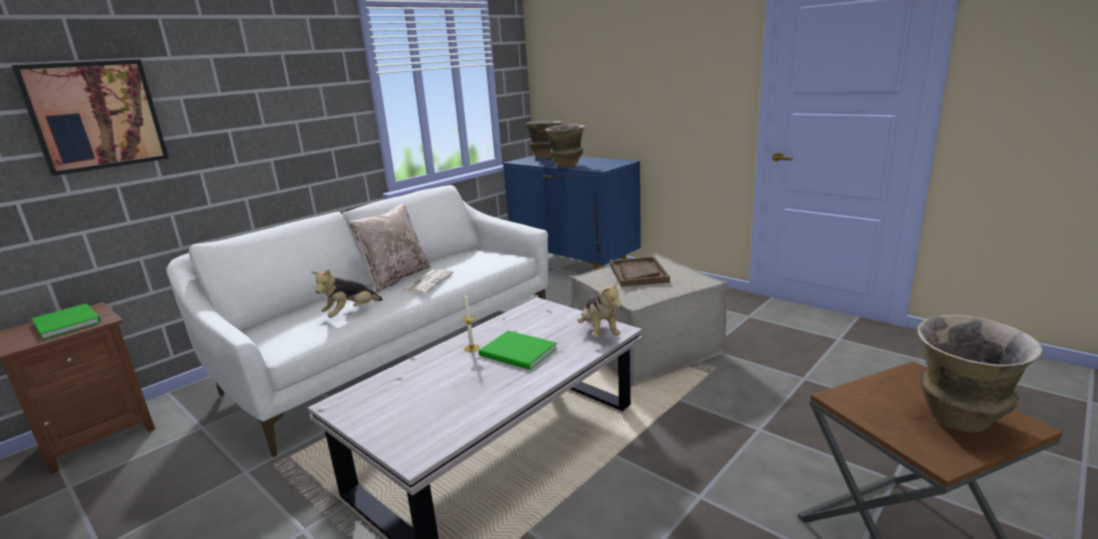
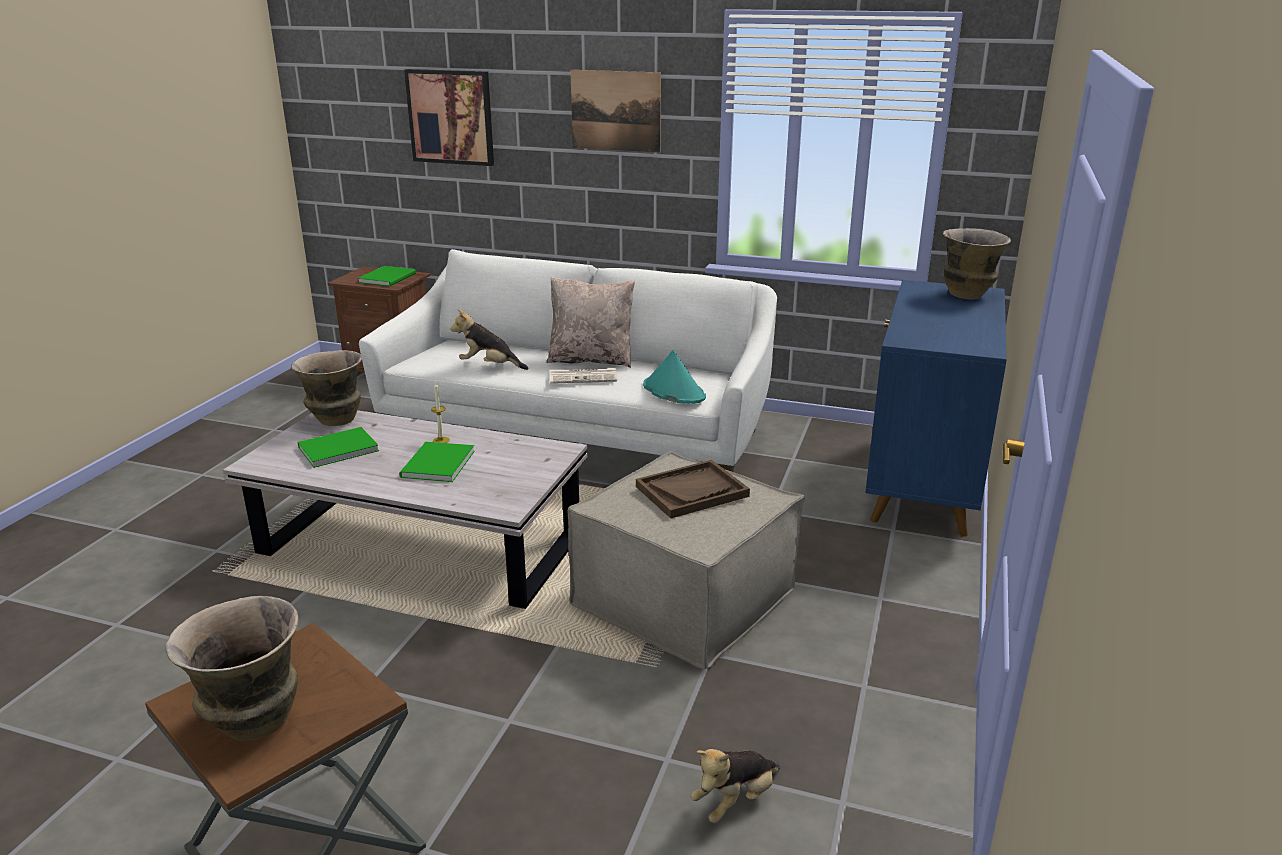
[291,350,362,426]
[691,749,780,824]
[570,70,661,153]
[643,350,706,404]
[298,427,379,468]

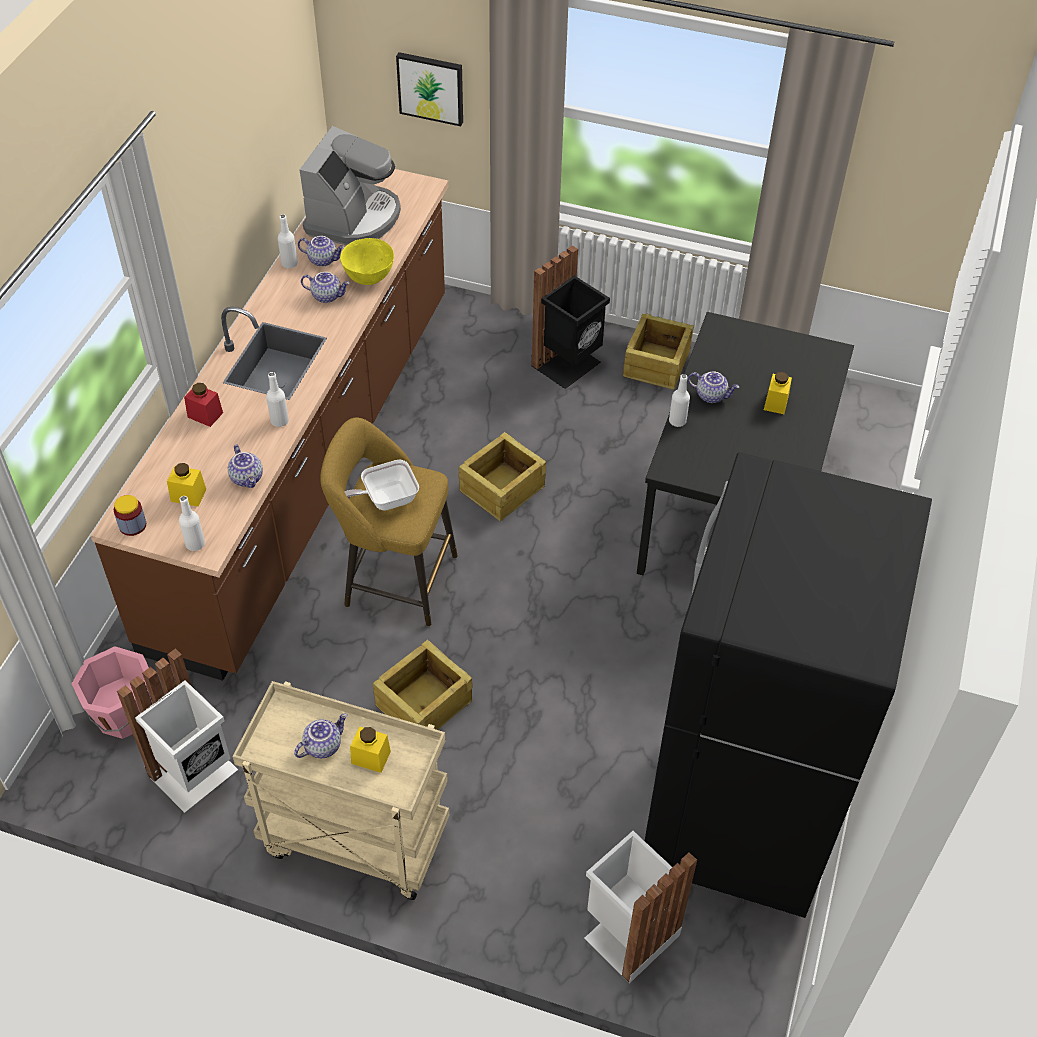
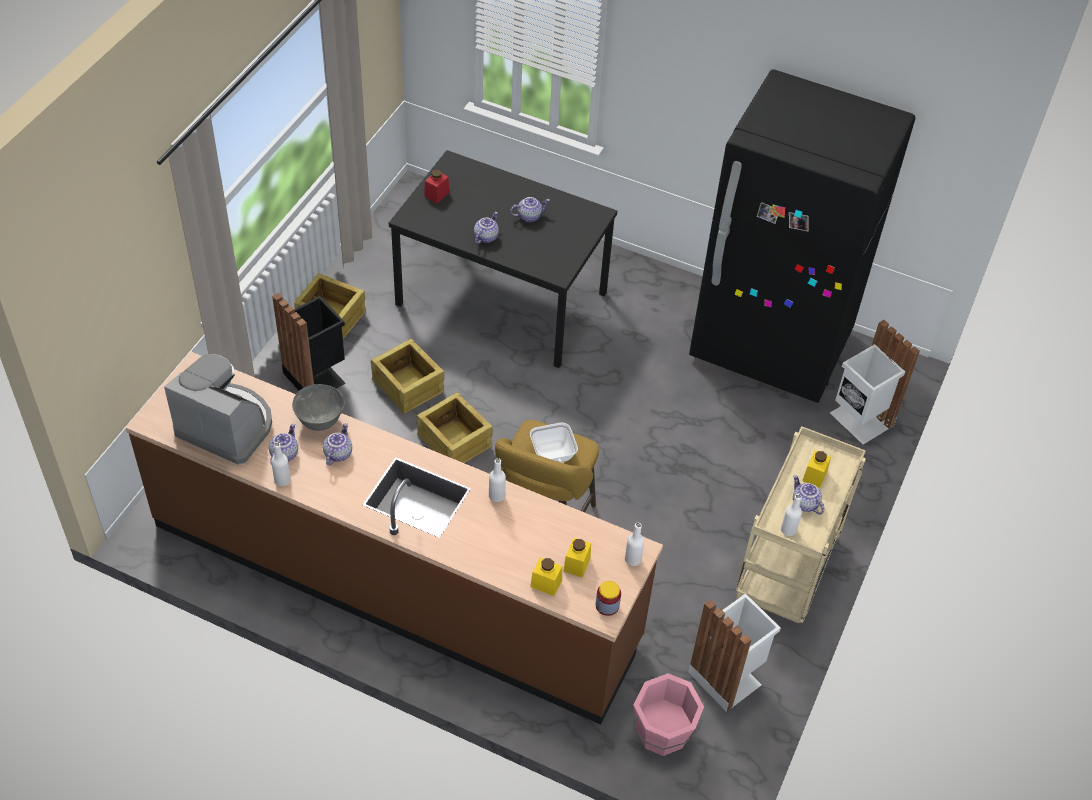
[396,52,463,126] (first image)
[292,384,345,431]
[530,558,562,596]
[781,494,802,536]
[424,170,450,203]
[510,197,550,222]
[371,338,444,414]

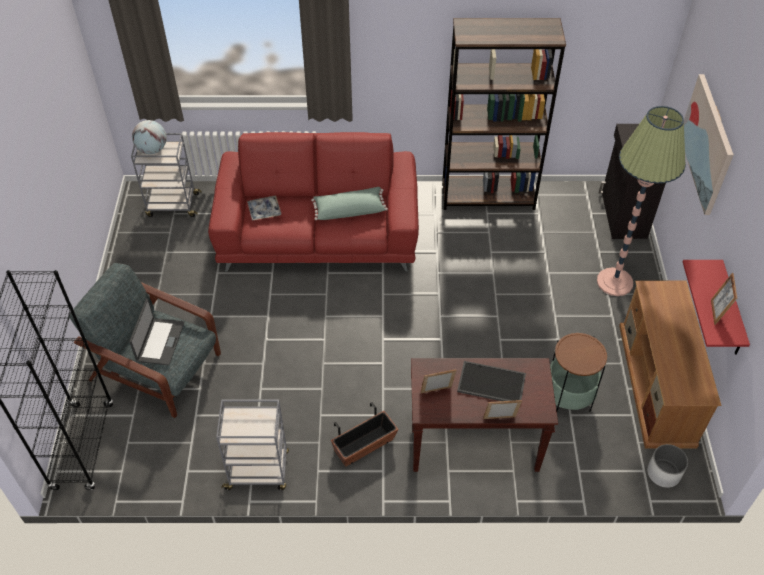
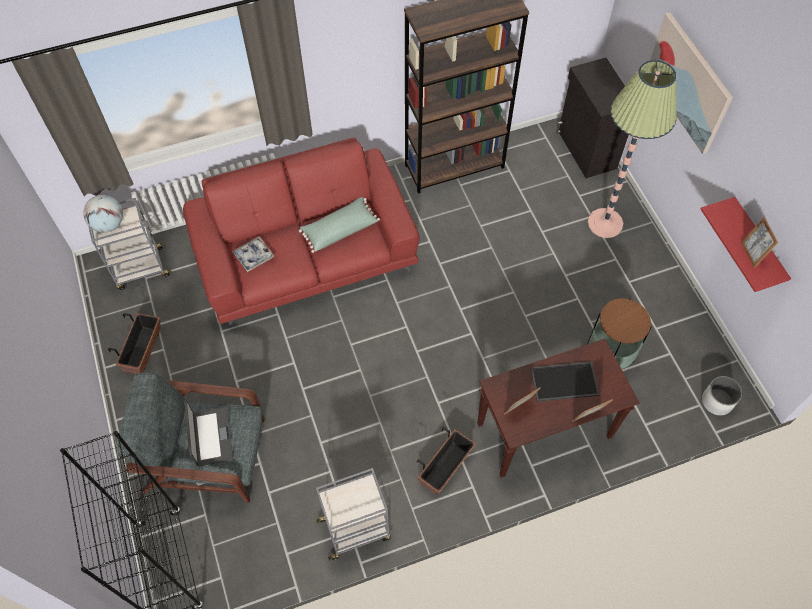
[619,281,722,449] (first image)
[108,313,160,374]

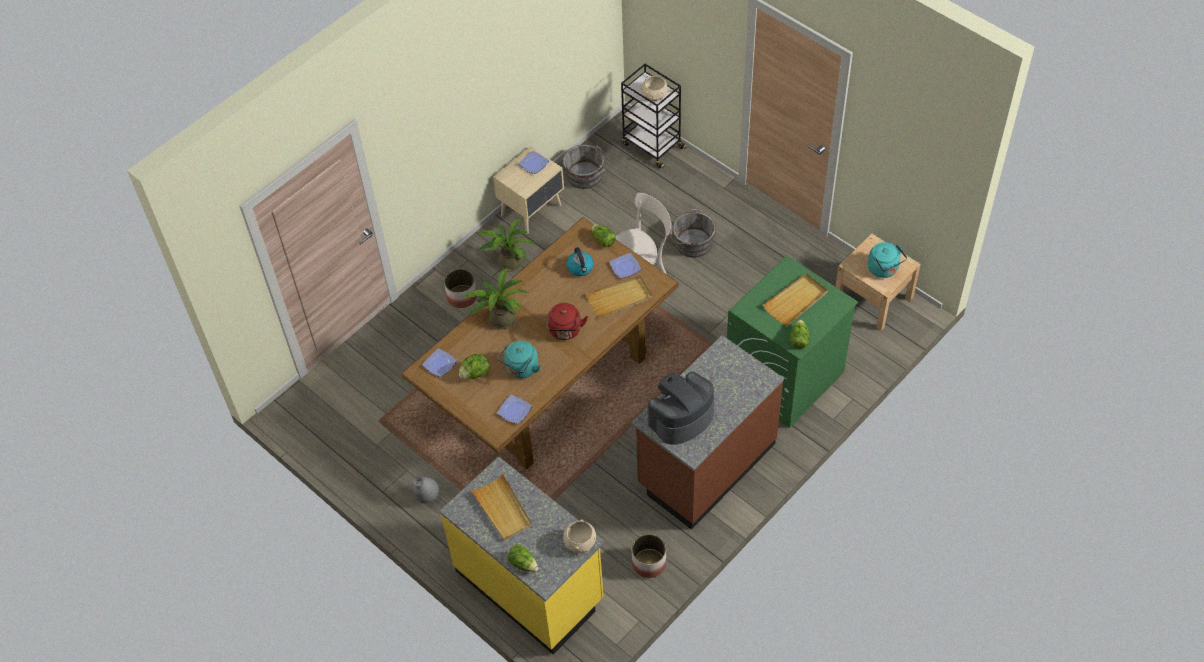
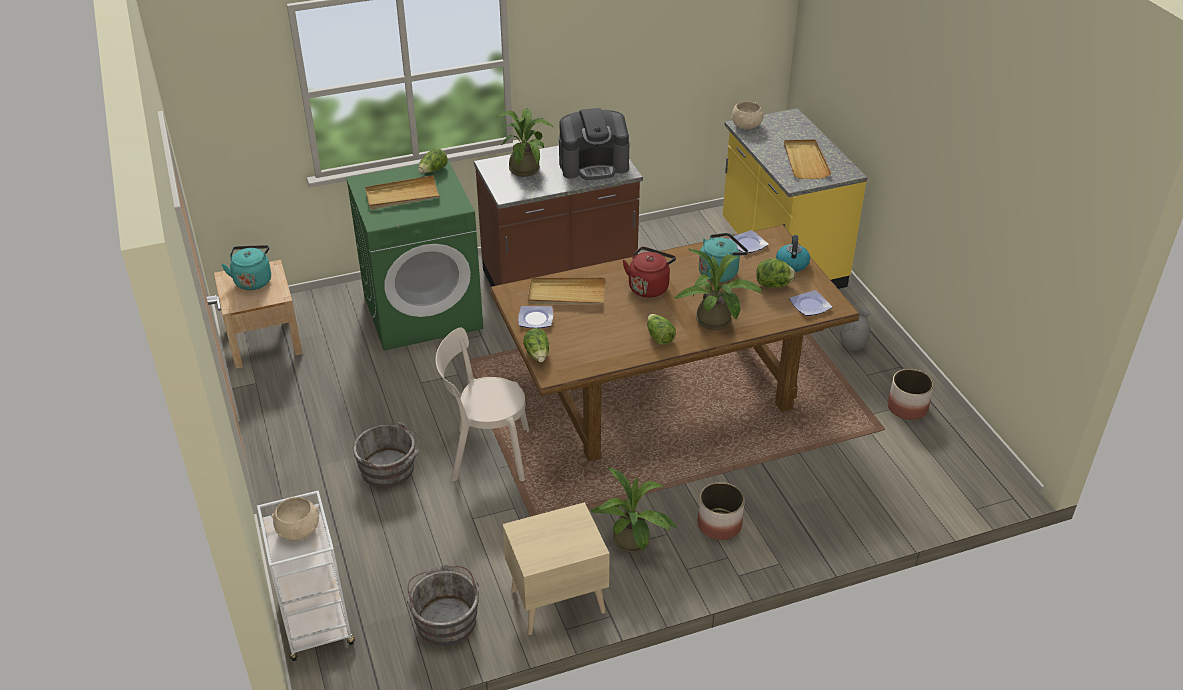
[257,490,355,661]
[518,151,549,174] (first image)
[776,235,810,272]
[888,369,934,420]
[647,314,676,345]
[497,108,553,177]

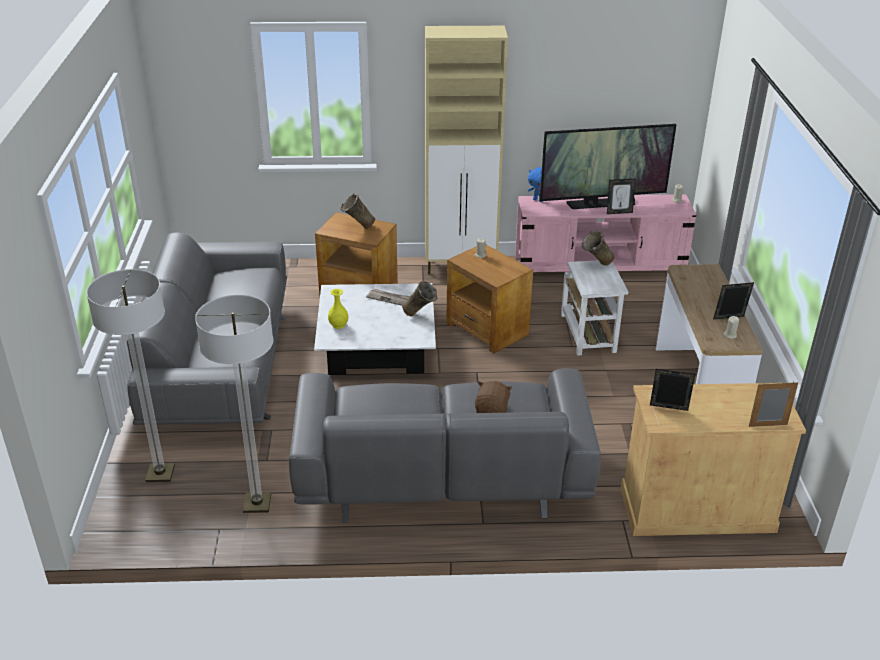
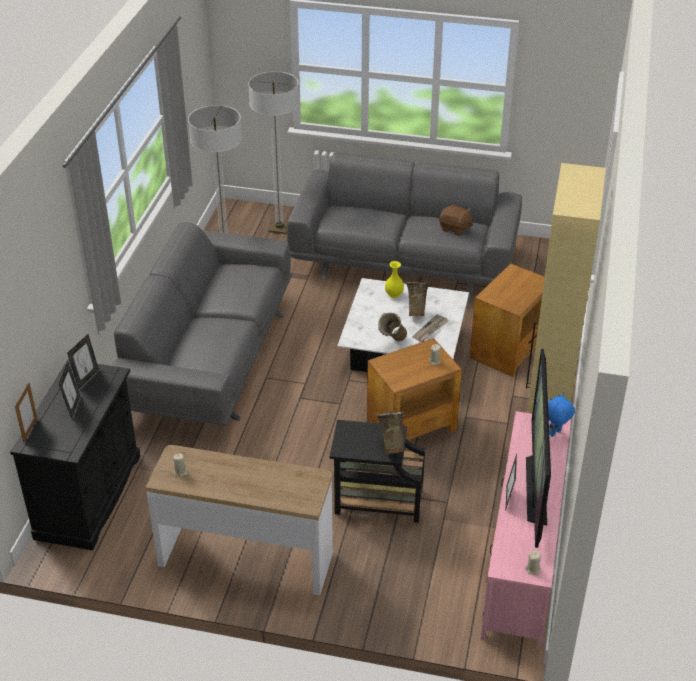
[406,282,430,317]
[329,420,425,523]
[59,362,80,419]
[439,205,473,236]
[10,359,140,550]

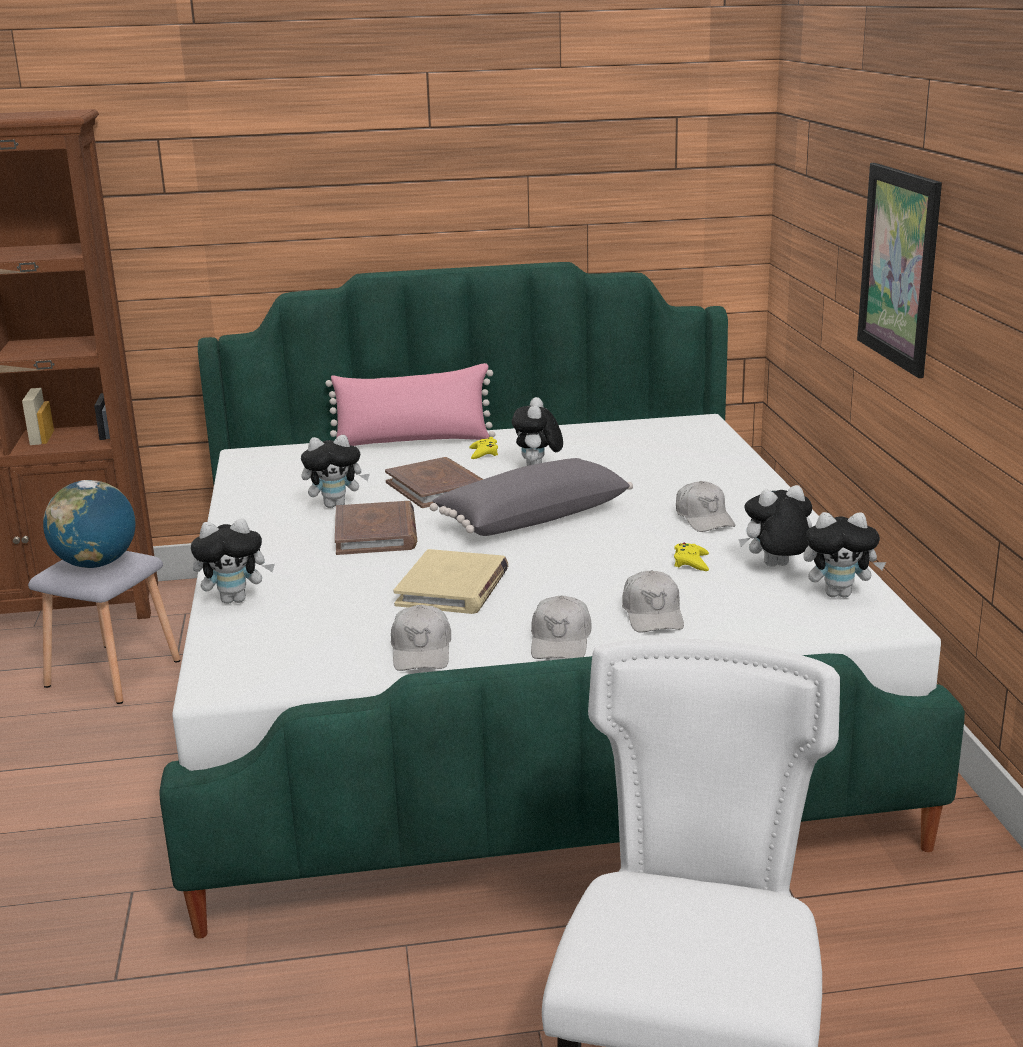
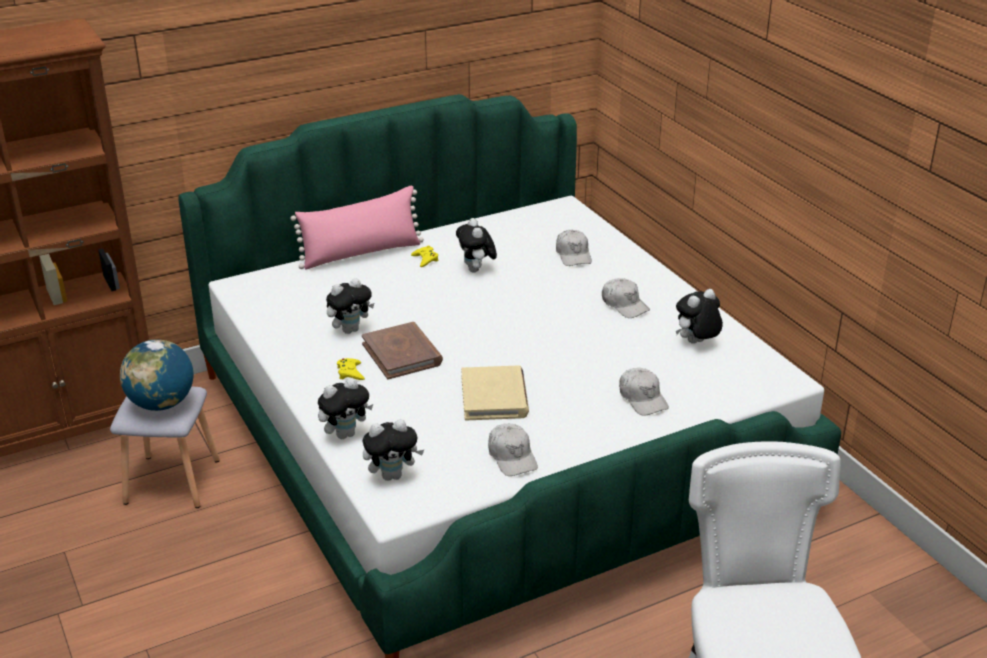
[857,163,942,378] (first image)
[385,457,483,508] (first image)
[430,458,633,536] (first image)
[363,419,424,481]
[337,358,365,380]
[556,230,592,266]

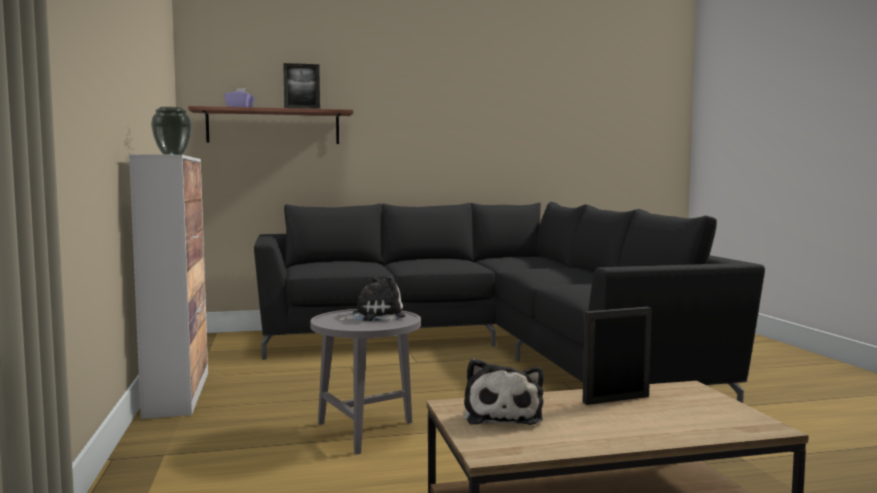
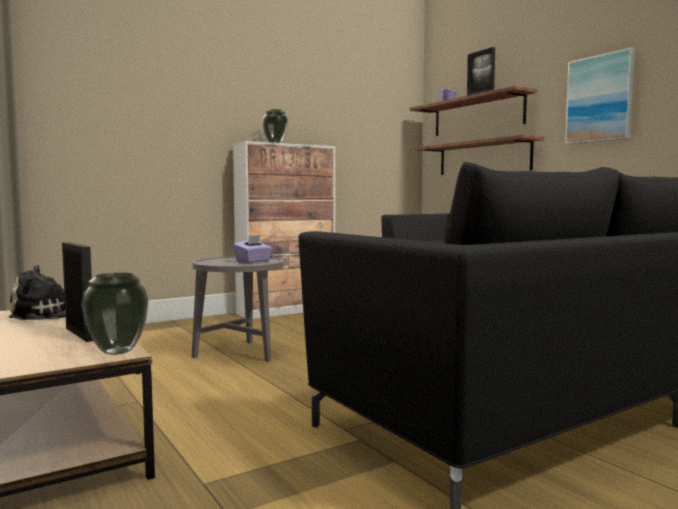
[233,235,272,263]
[565,47,635,144]
[415,135,544,175]
[81,273,148,355]

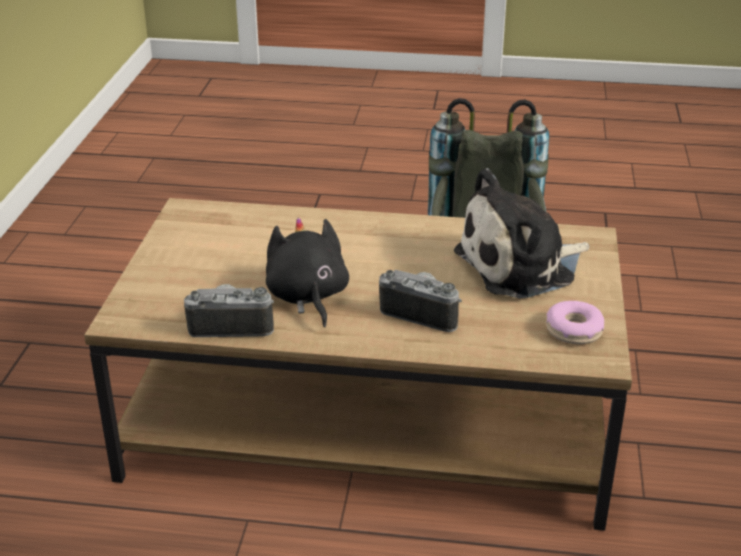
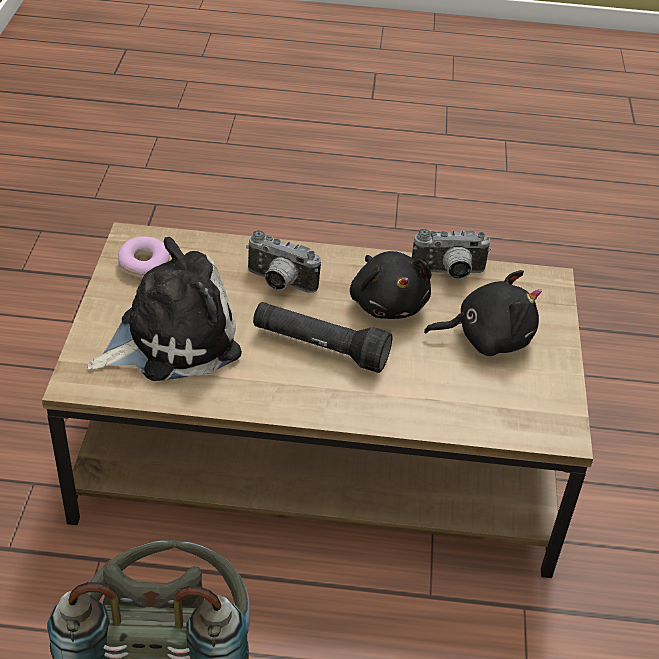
[424,270,542,356]
[253,302,392,373]

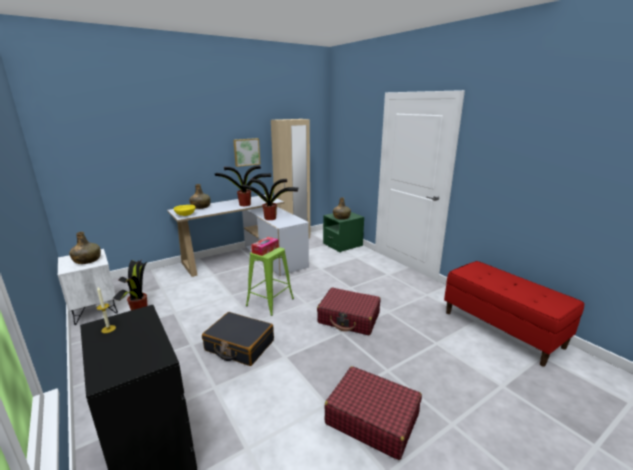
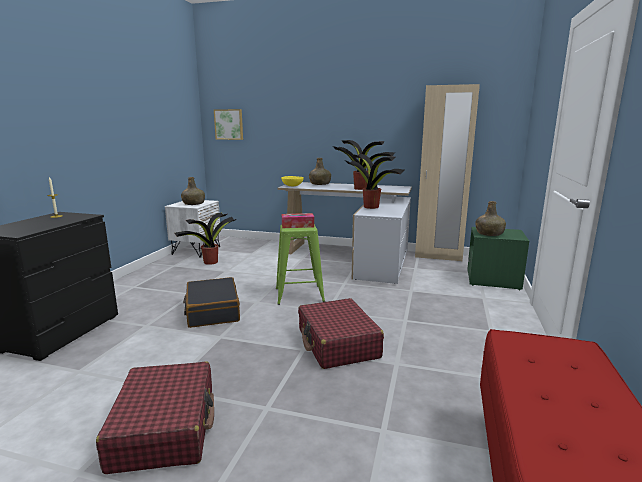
[214,109,243,140]

